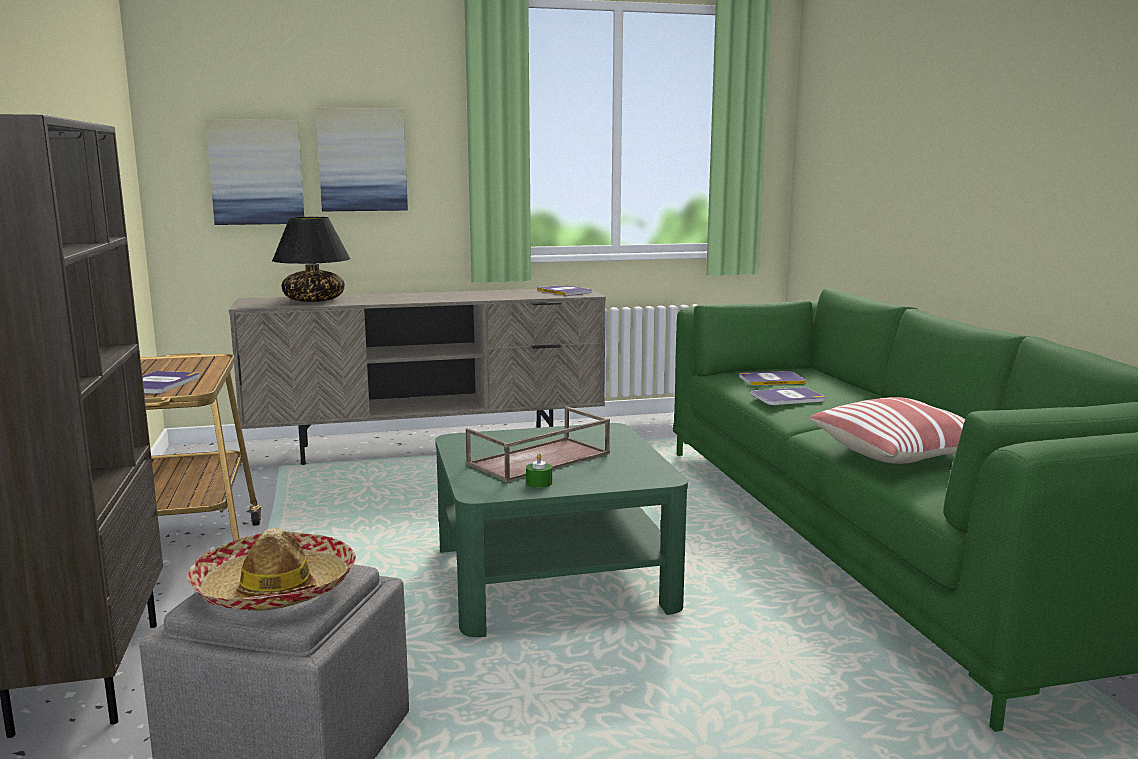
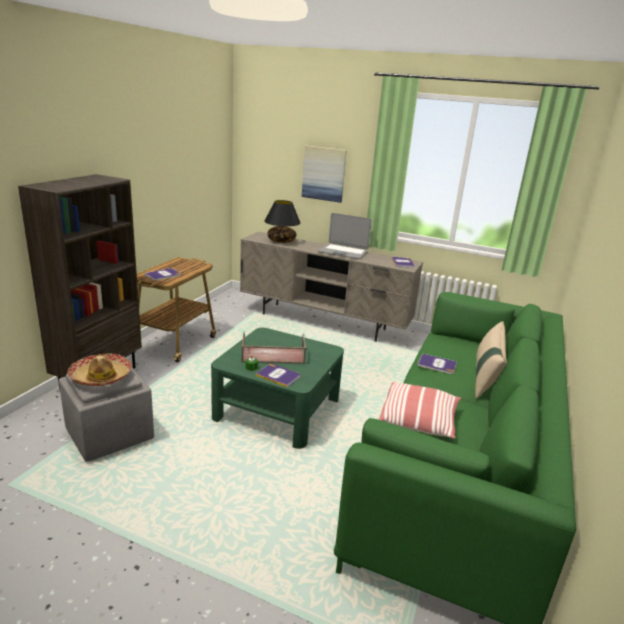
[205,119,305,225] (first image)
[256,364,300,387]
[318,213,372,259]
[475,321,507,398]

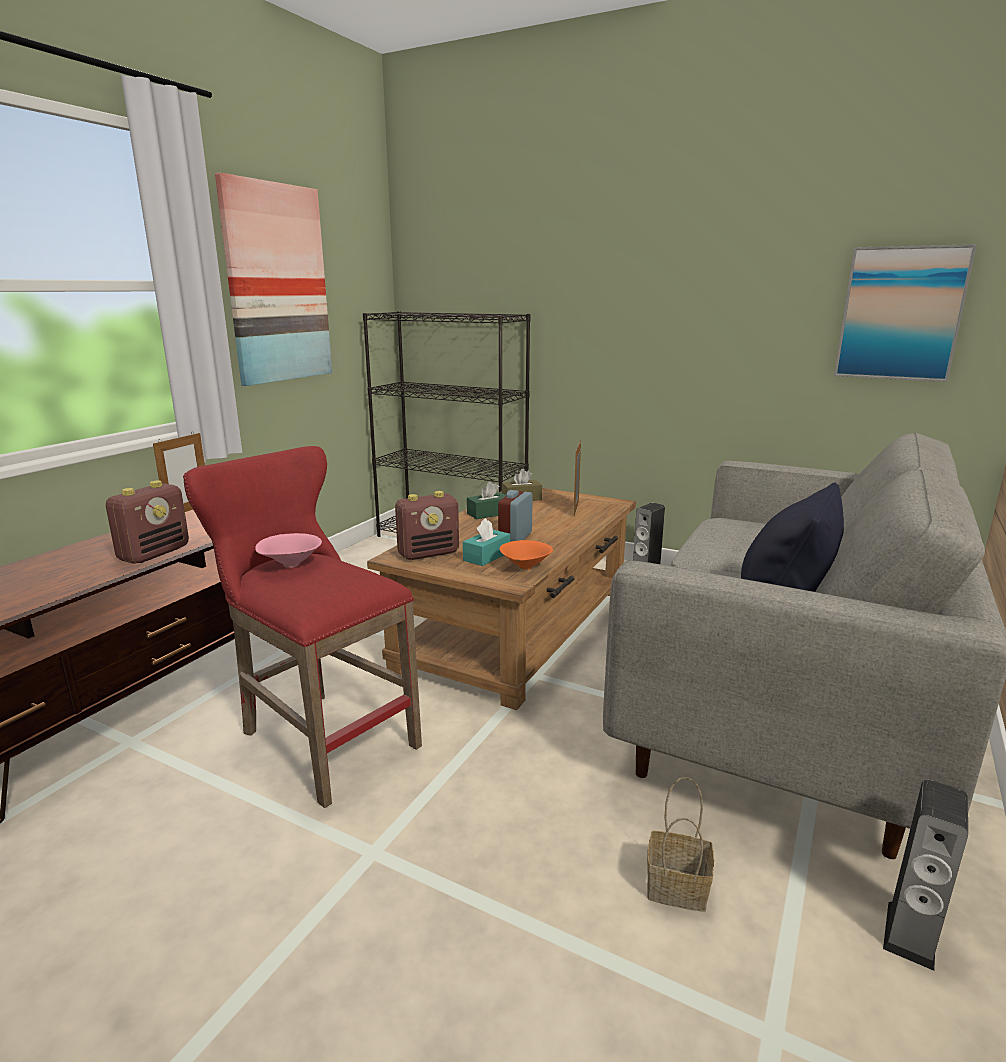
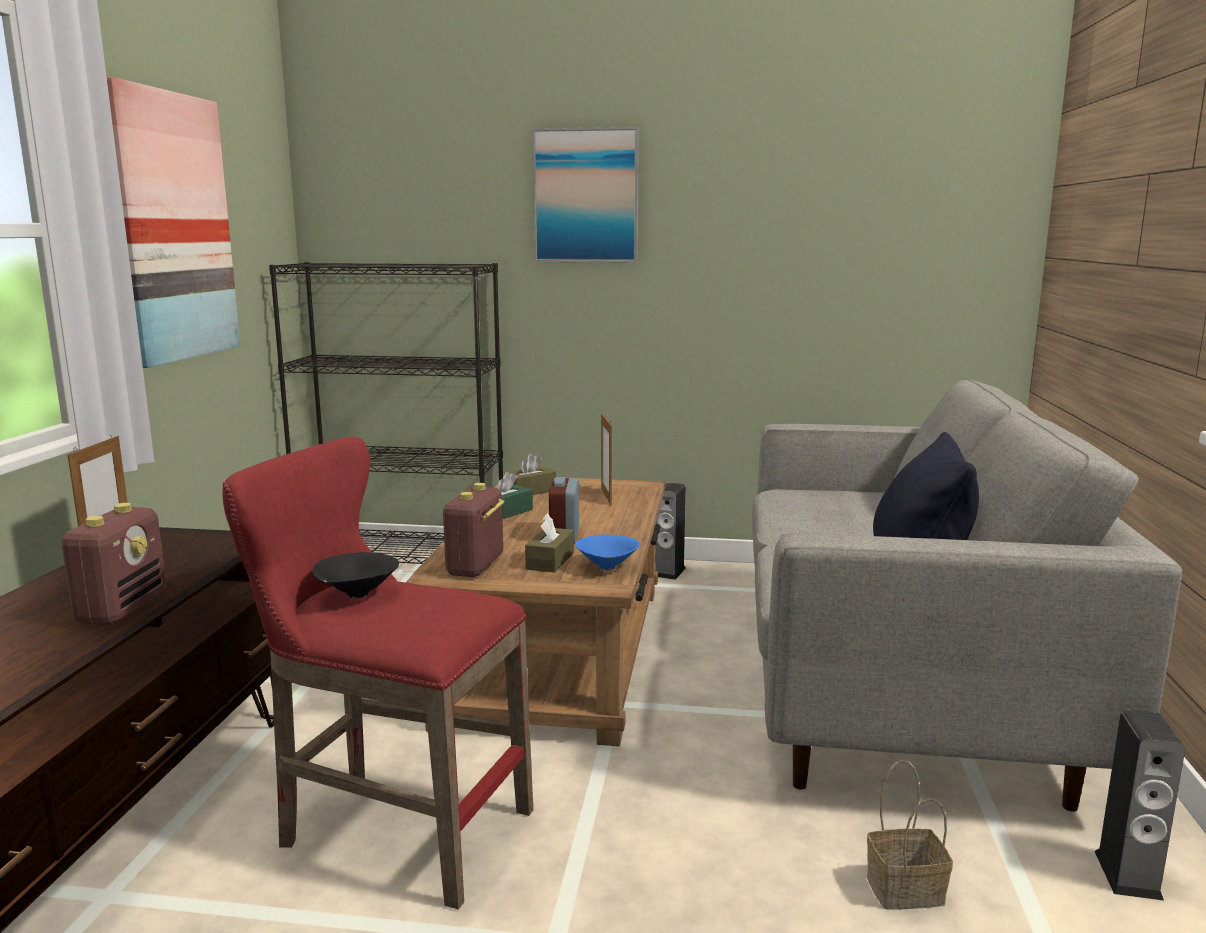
[532,127,639,263]
[443,483,505,577]
[525,513,574,573]
[312,552,399,598]
[575,535,640,570]

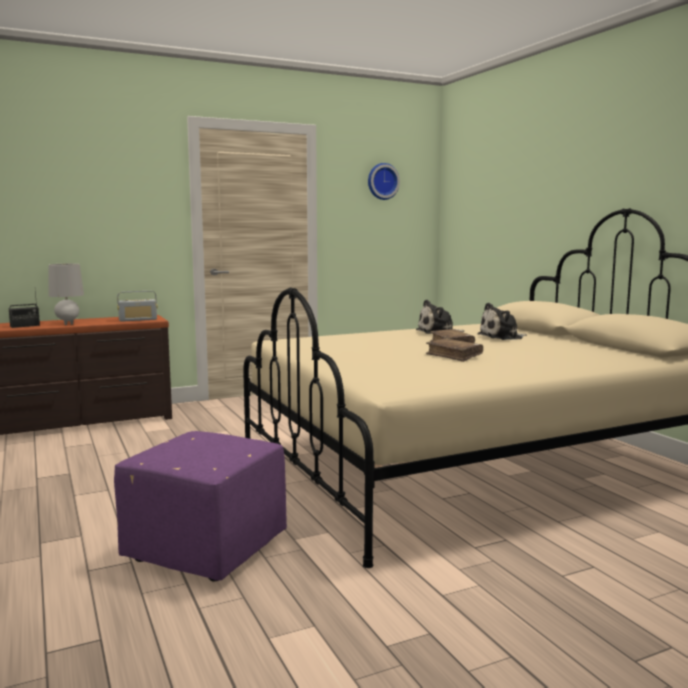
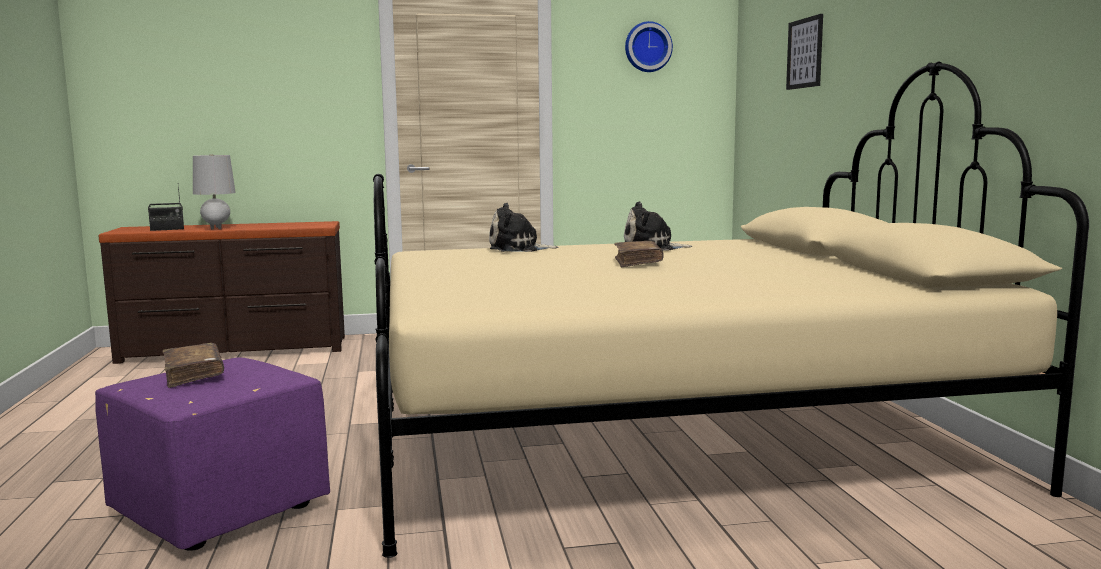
[117,291,157,322] (first image)
[489,203,559,252]
[163,343,224,388]
[786,14,823,90]

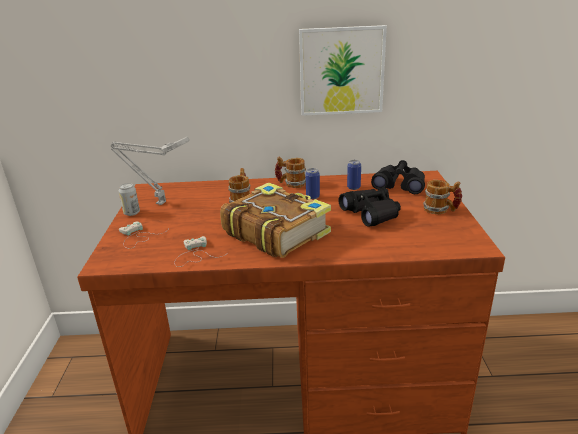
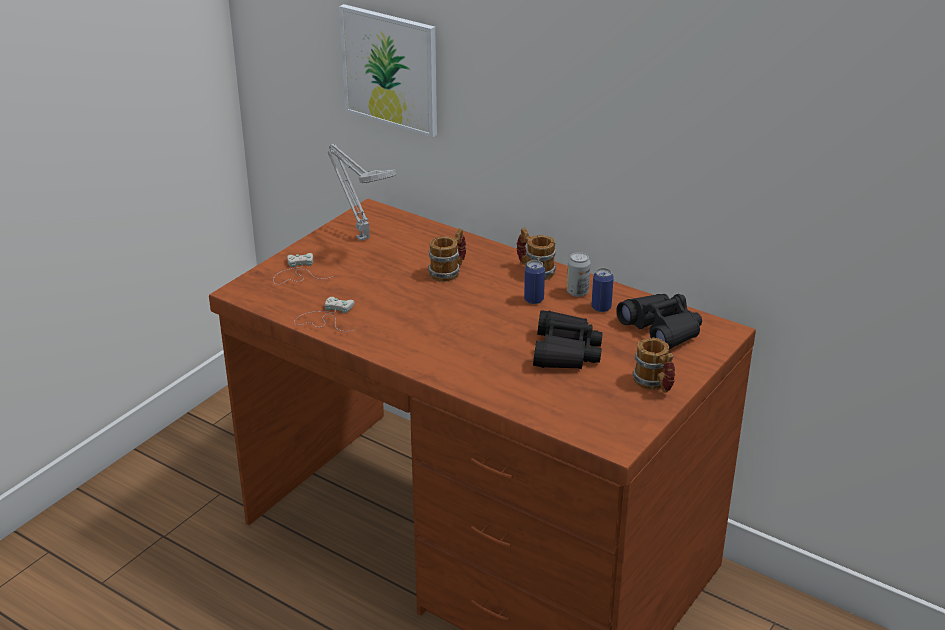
[339,4,437,137]
[567,252,591,297]
[220,183,331,258] (first image)

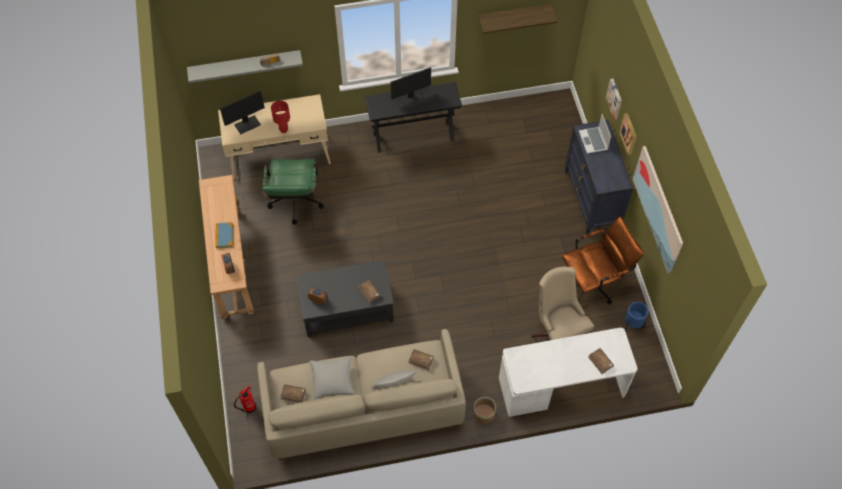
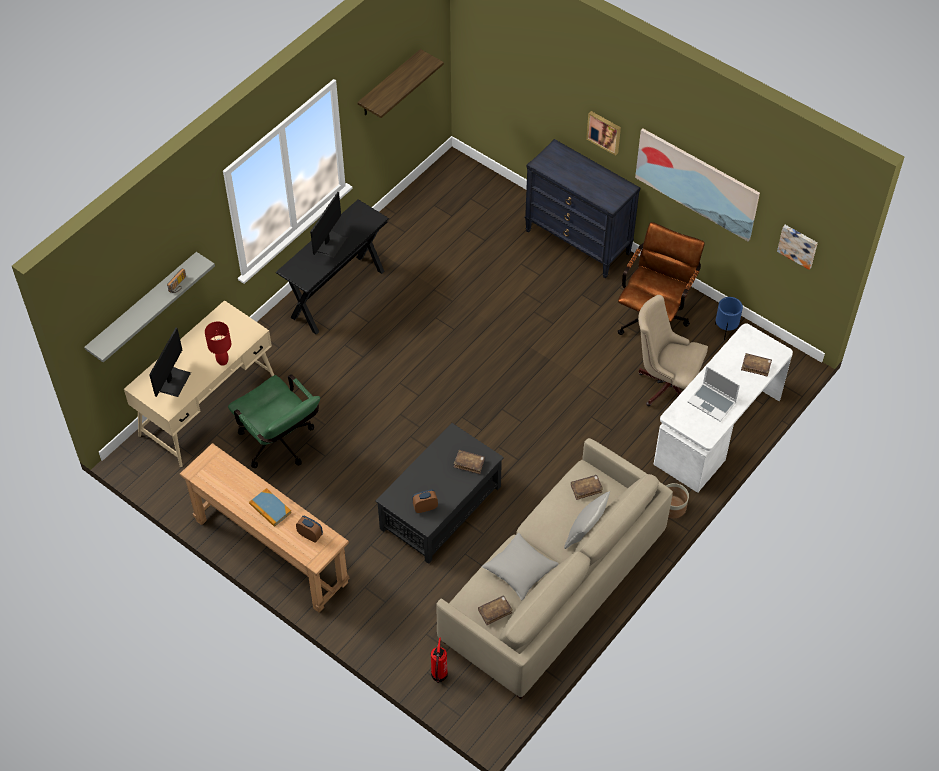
[777,225,818,270]
[688,366,740,422]

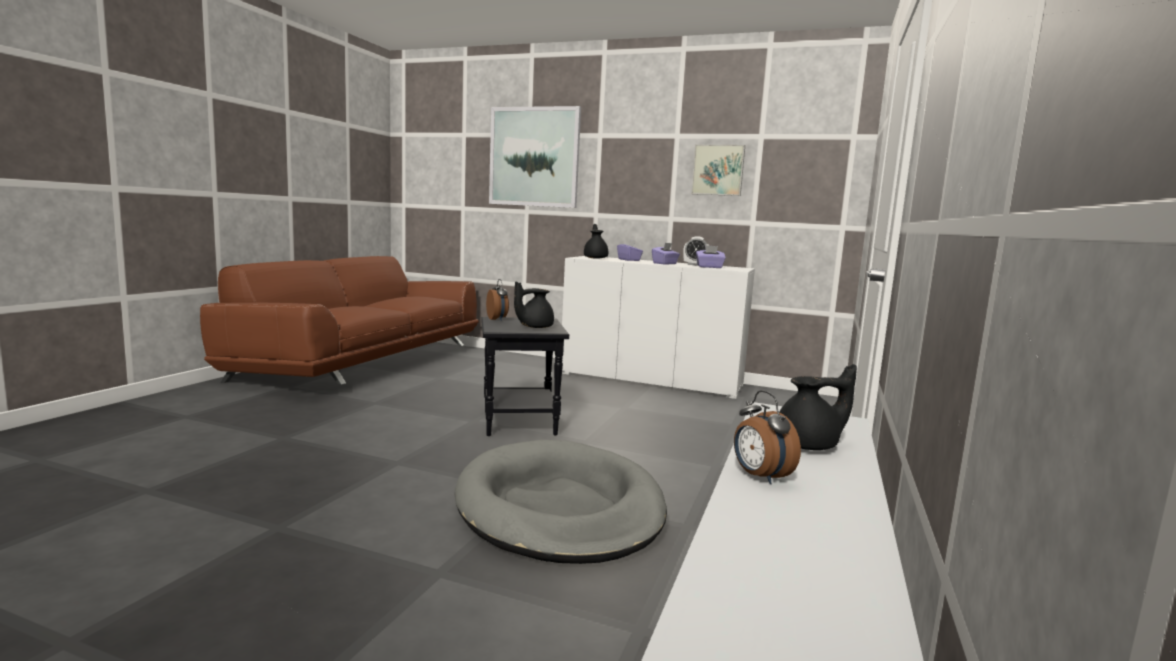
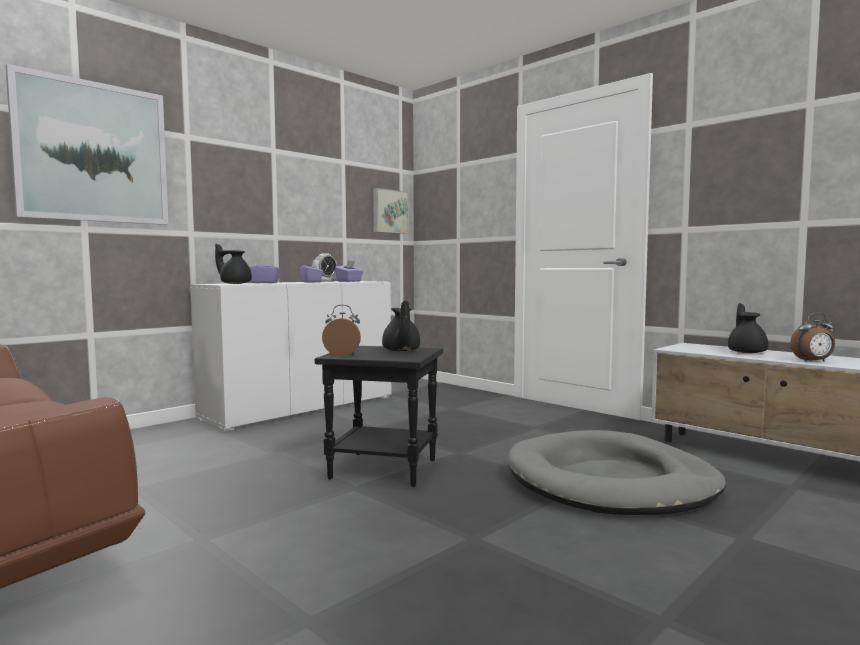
[373,188,409,234]

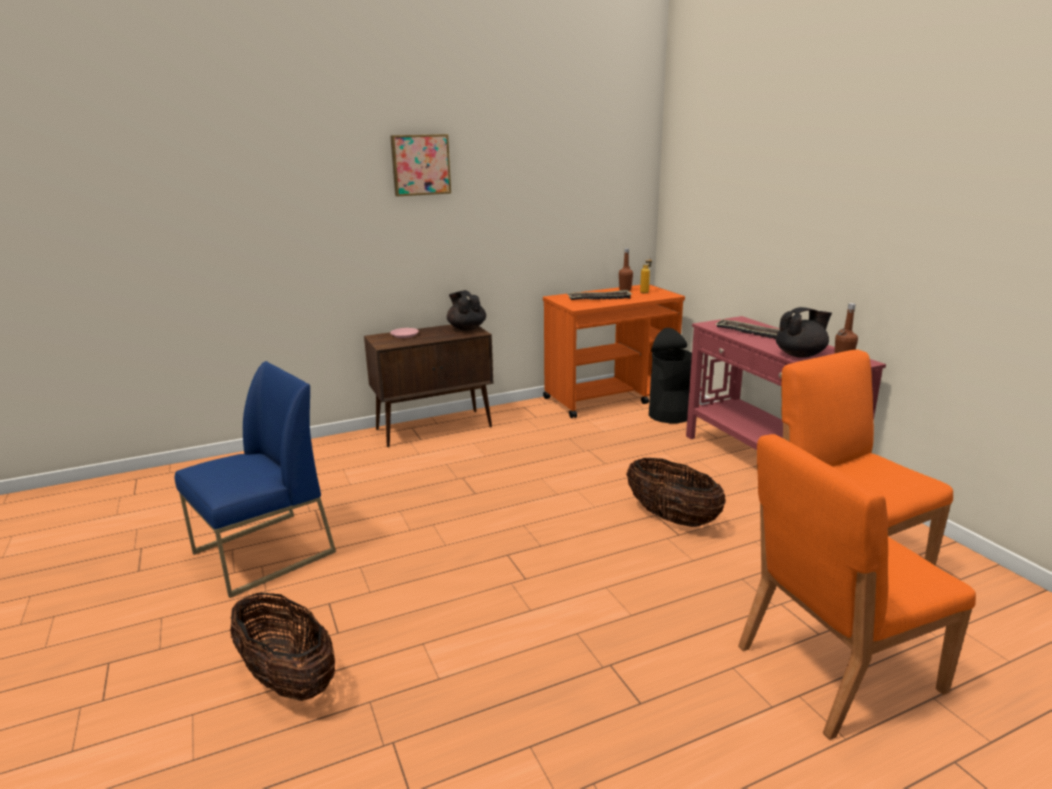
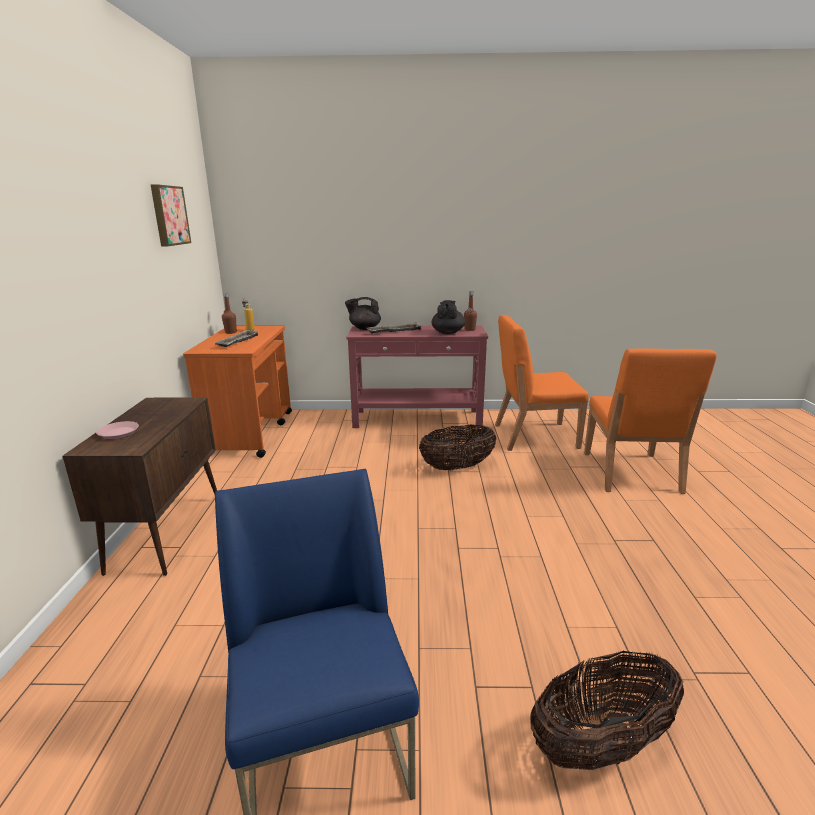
[151,184,191,246]
[345,297,381,330]
[649,328,692,423] (first image)

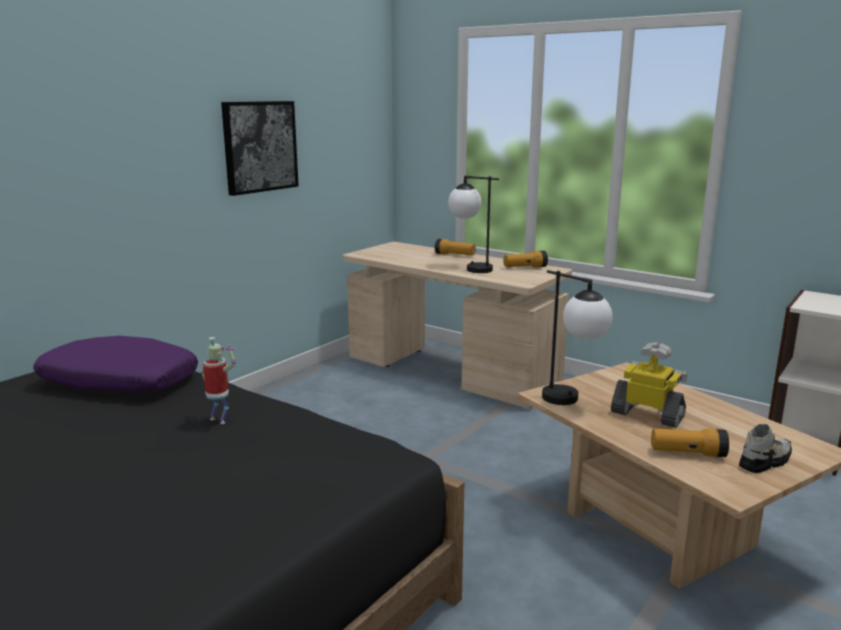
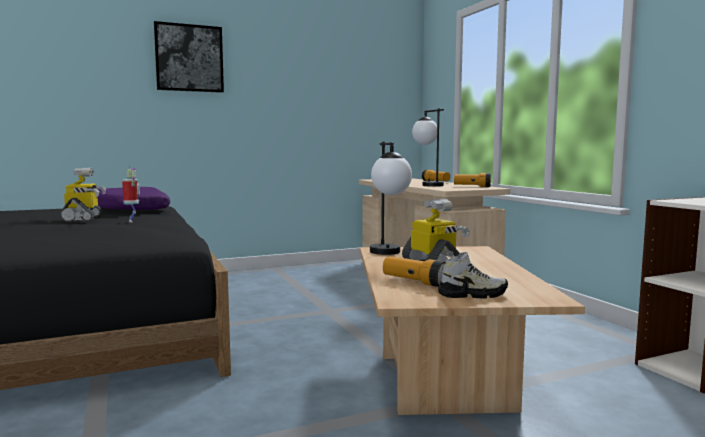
[154,21,224,93]
[60,168,106,222]

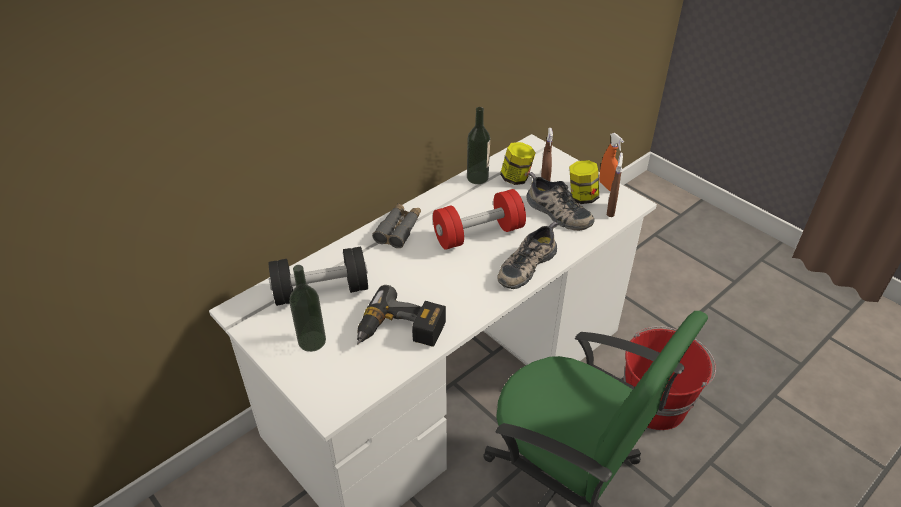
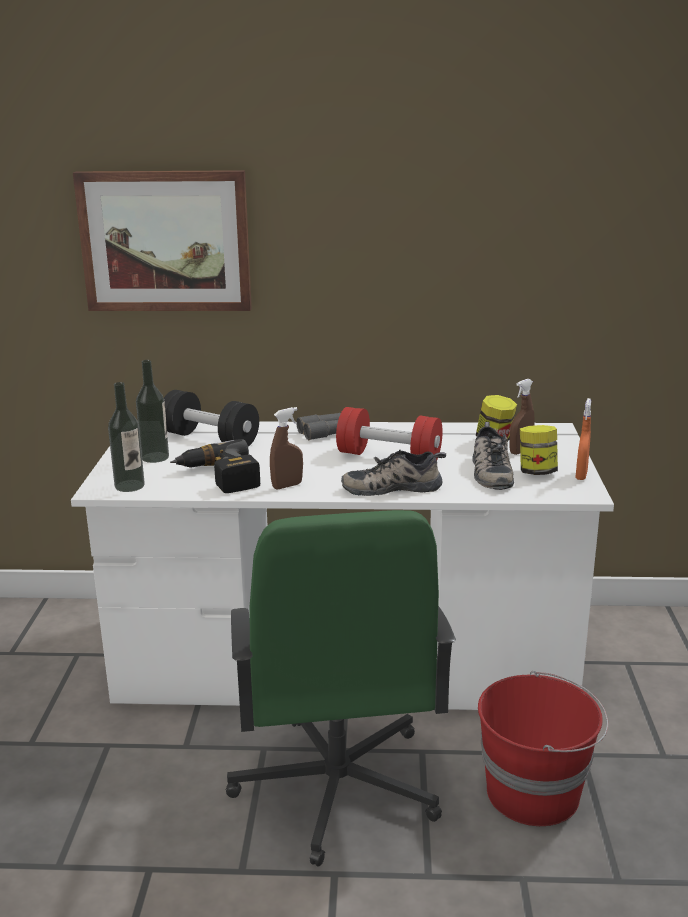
[108,382,145,492]
[270,407,303,489]
[73,170,252,311]

